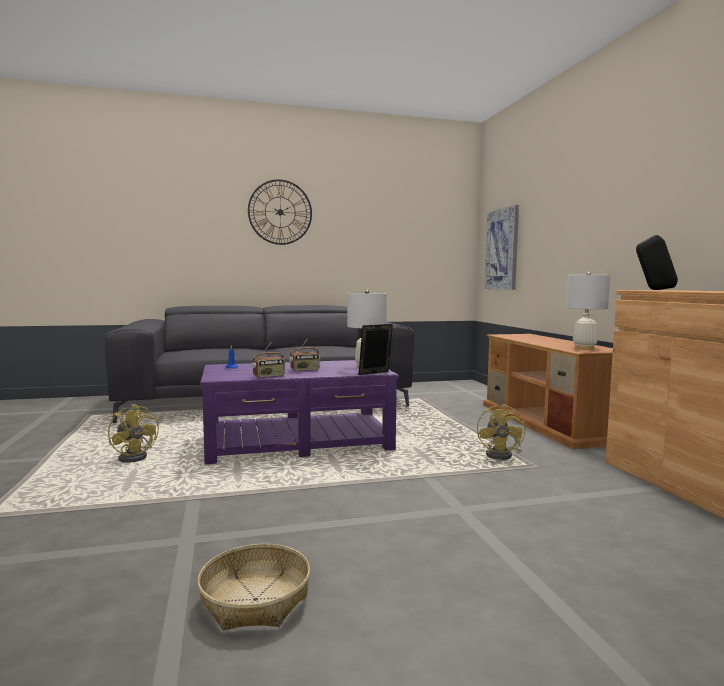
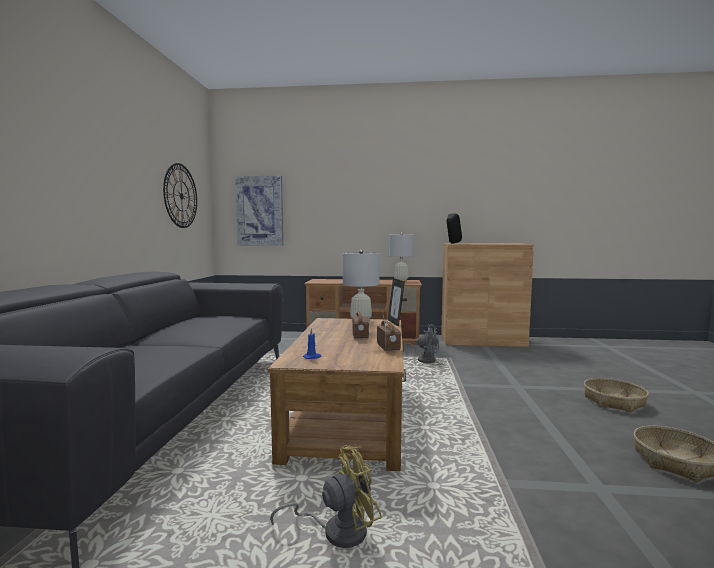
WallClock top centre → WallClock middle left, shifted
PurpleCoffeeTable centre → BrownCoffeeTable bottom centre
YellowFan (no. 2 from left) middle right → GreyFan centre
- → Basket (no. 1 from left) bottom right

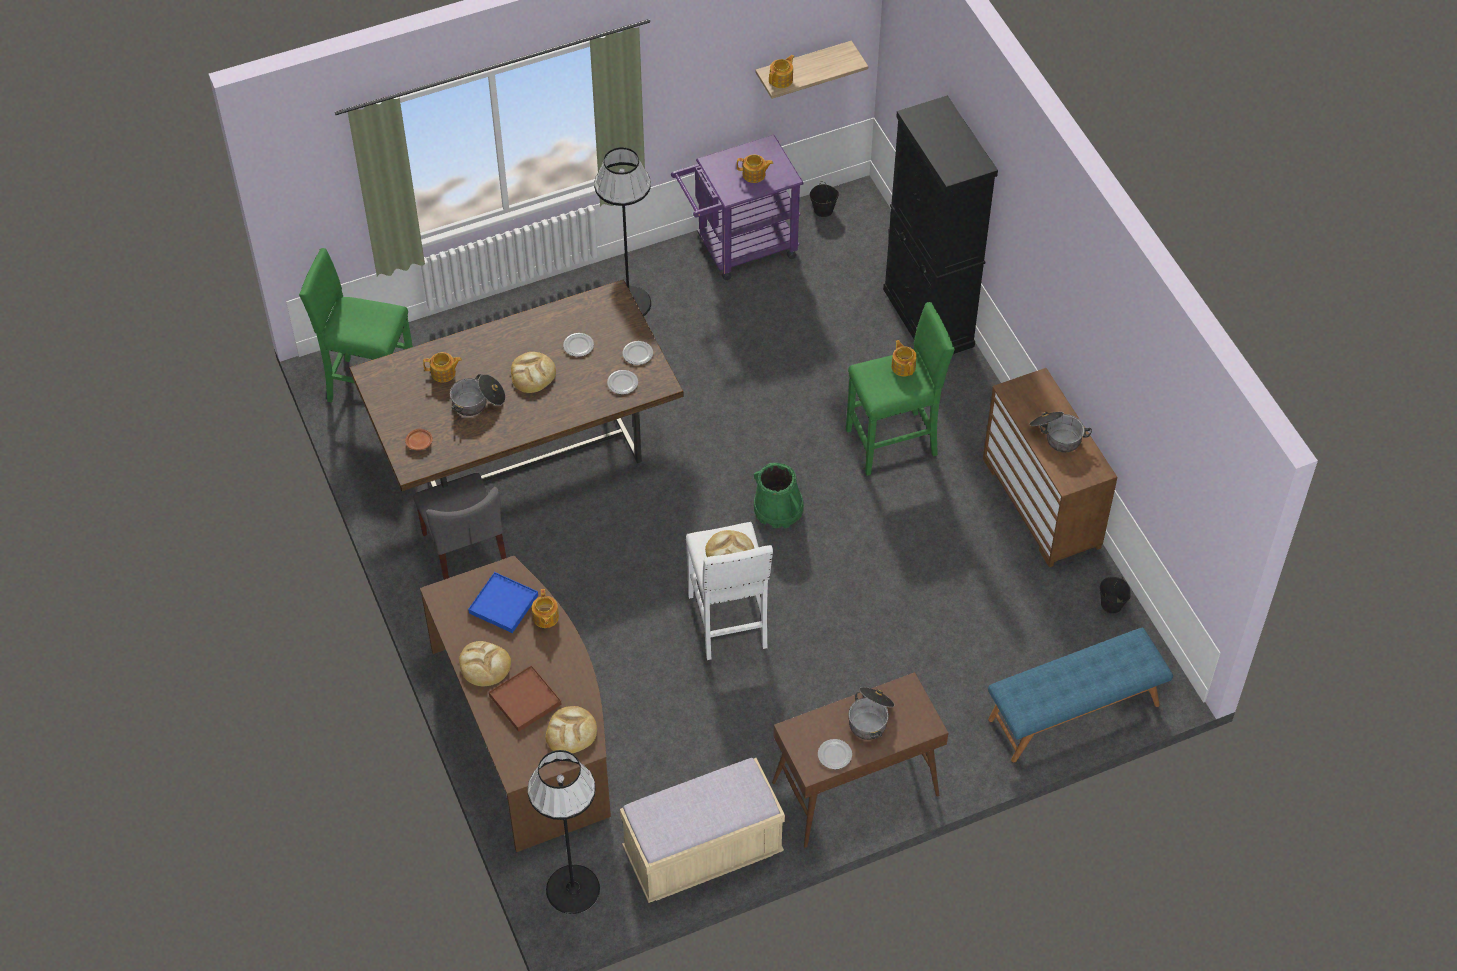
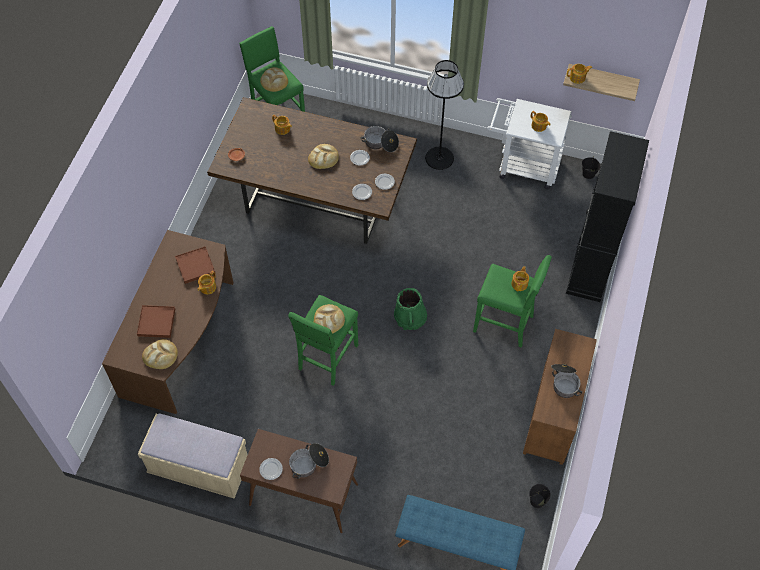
BlueTray centre → BrownTray (no. 2 from left) middle left
Bread (no. 1 from left in the first image) bottom left → Bread (no. 2 from left) top centre, shifted
WhiteStool centre → GreenStool (no. 2 from left) centre
CookingPot (no. 1 from left in the first image) middle left → CookingPot (no. 2 from left) top centre, shifted
PurpleCart top centre → WhiteCart top right
GreyChair middle left → -
BlackFloorLamp (no. 1 from left) bottom centre → -

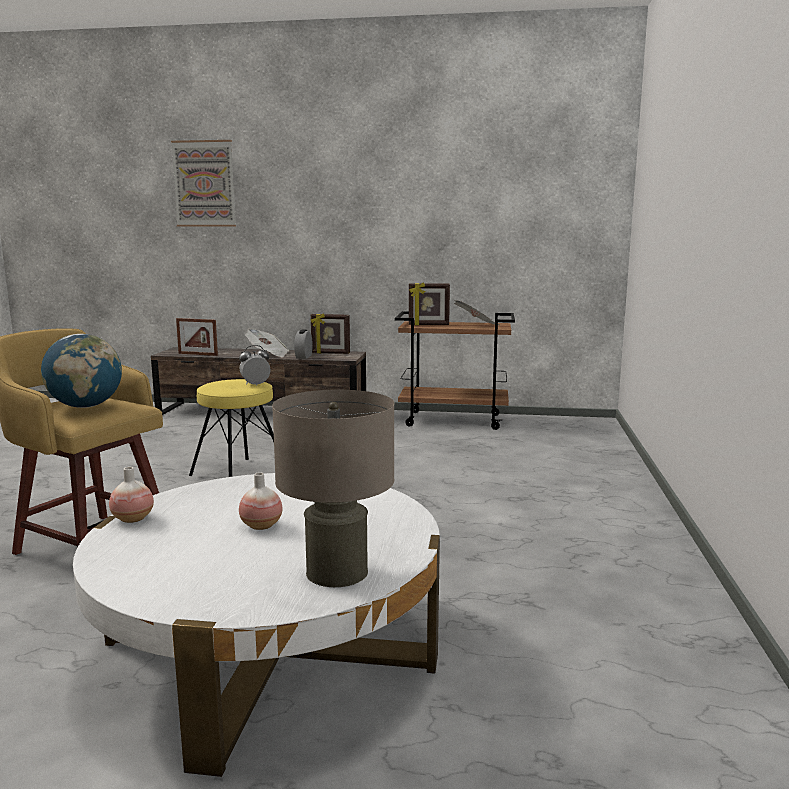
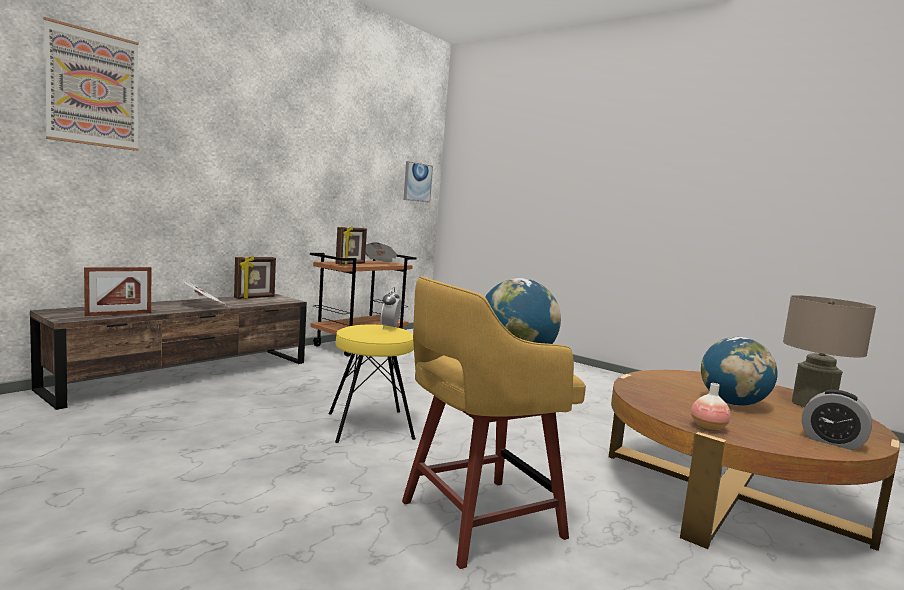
- → Picture (no. 2 from left) top centre
WhiteCoffeeTable bottom left → BrownCoffeeTable bottom right
Vase (no. 2 from left) middle left → Globe (no. 2 from left) middle right
AlarmClock (no. 2 from left) centre → AlarmClock (no. 2 from left) bottom right, shifted

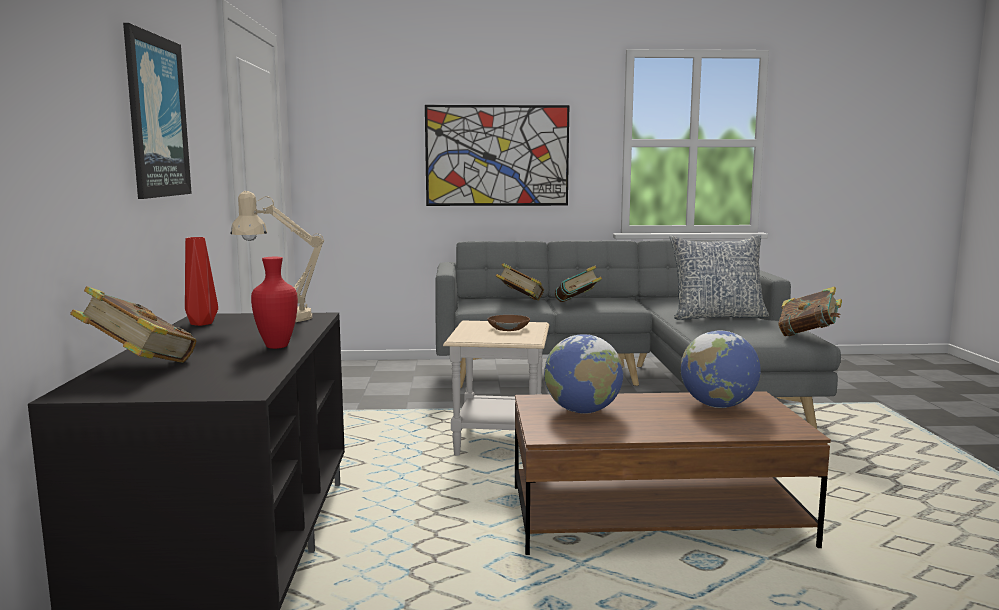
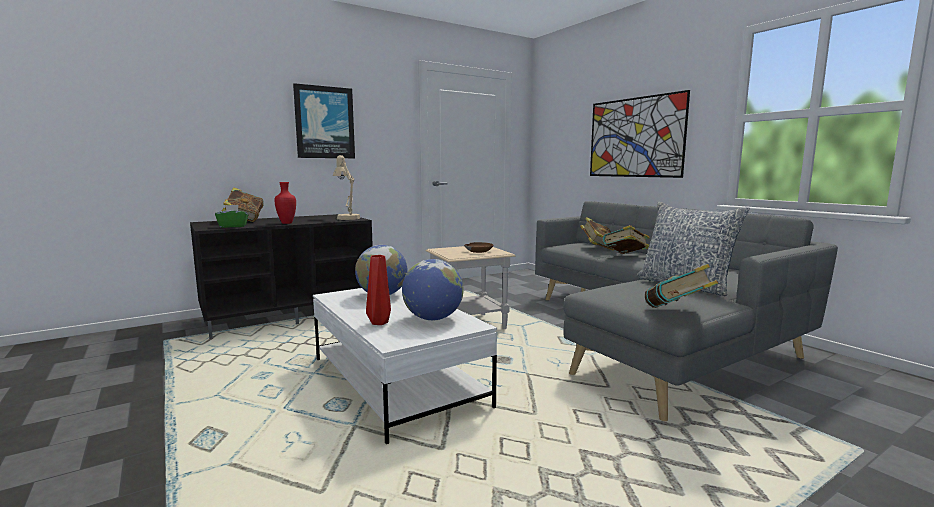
- → GreenTissueBox middle left
BrownCoffeeTable bottom right → WhiteCoffeeTable bottom centre
RedVase (no. 1 from left in the first image) middle left → RedVase (no. 2 from left) centre, shifted

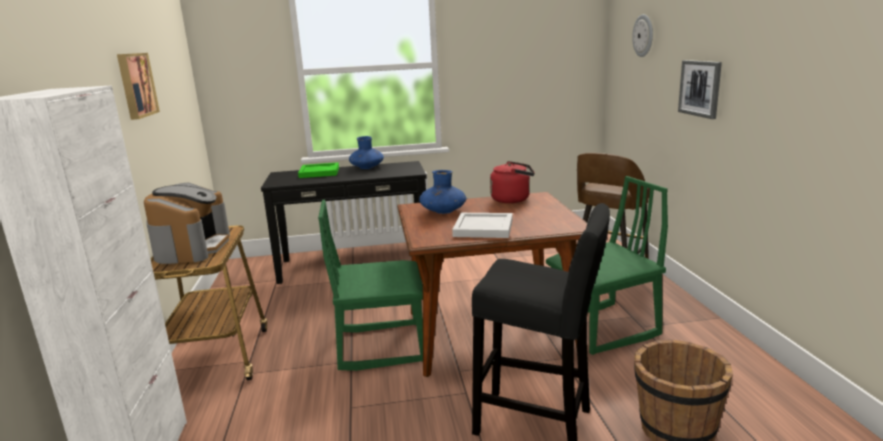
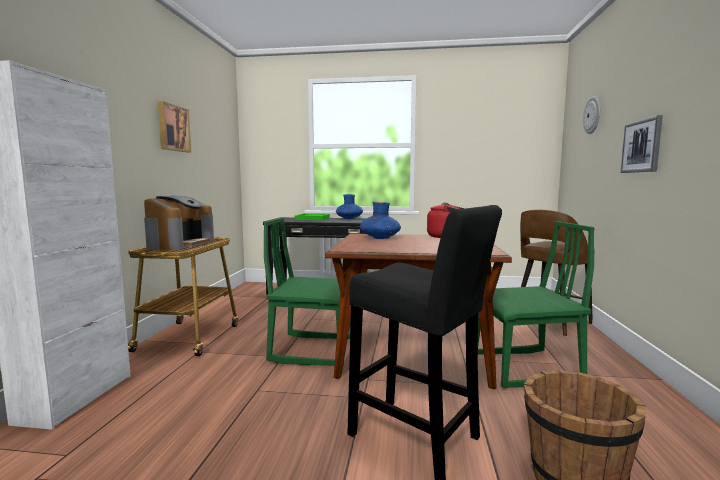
WhiteTray centre → -

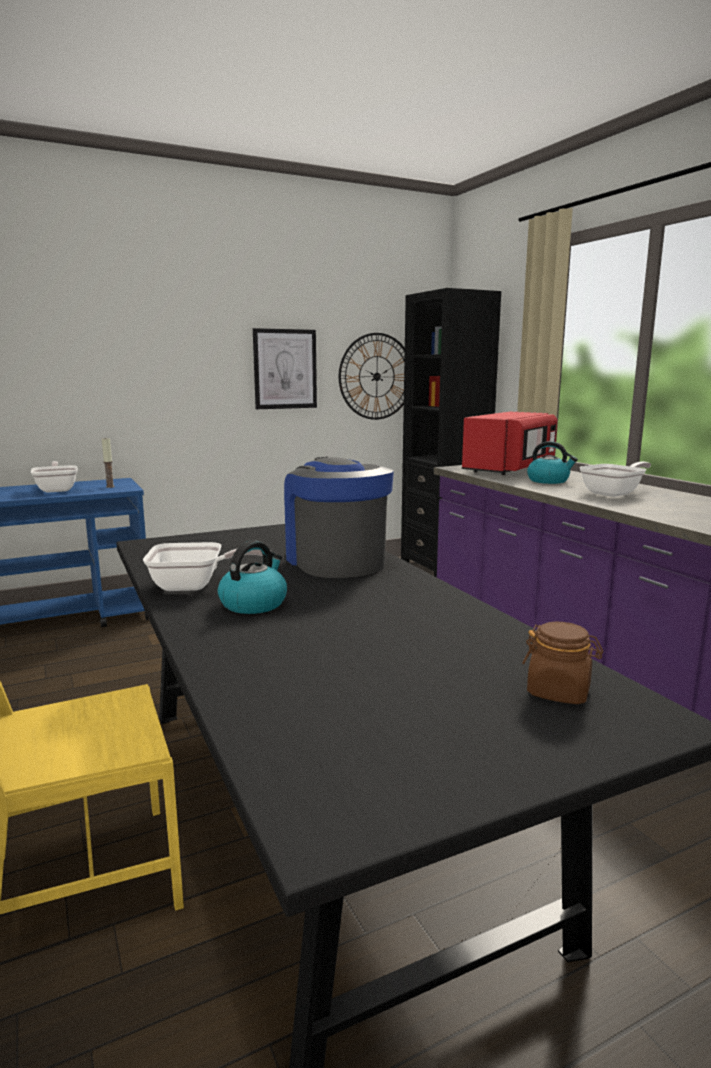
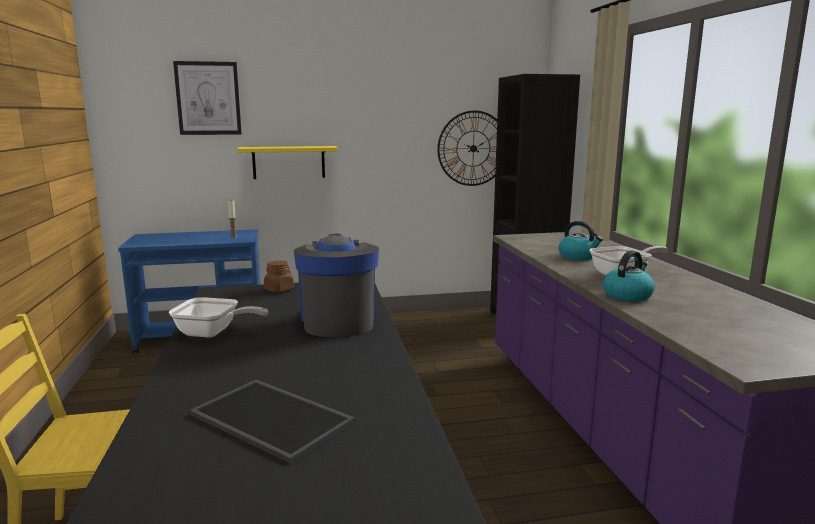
Picture centre → Picture top left, shifted
- → Tray bottom centre
- → YellowShelf top centre
BrownJar middle right → BrownJar centre, shifted
Kettle (no. 1 from left in the first image) centre → Kettle (no. 2 from left) middle right, shifted
FryingPan (no. 1 from left) middle left → -
RedMicrowave middle right → -

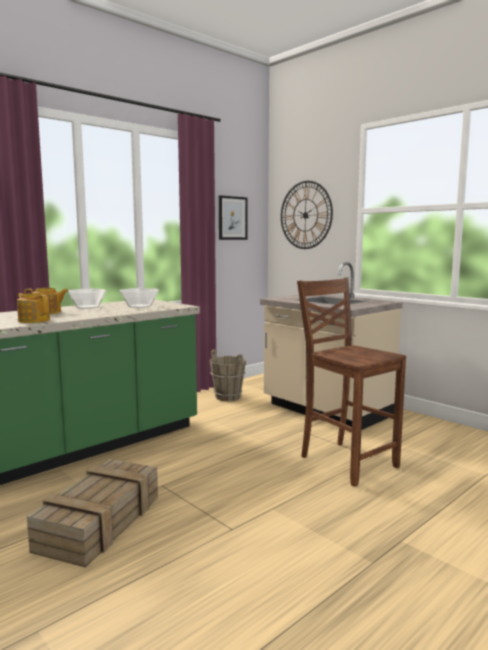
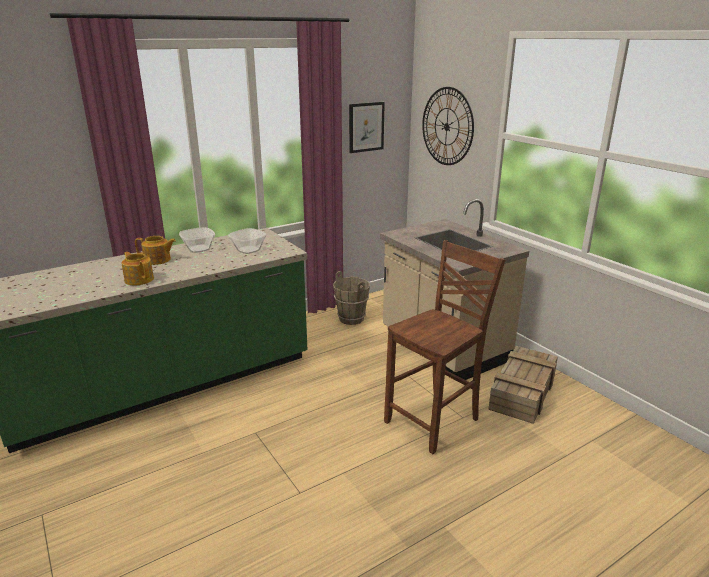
BrownChair middle right → BrownChair centre, 75 degrees clockwise
Crate bottom left → Crate bottom right, shifted

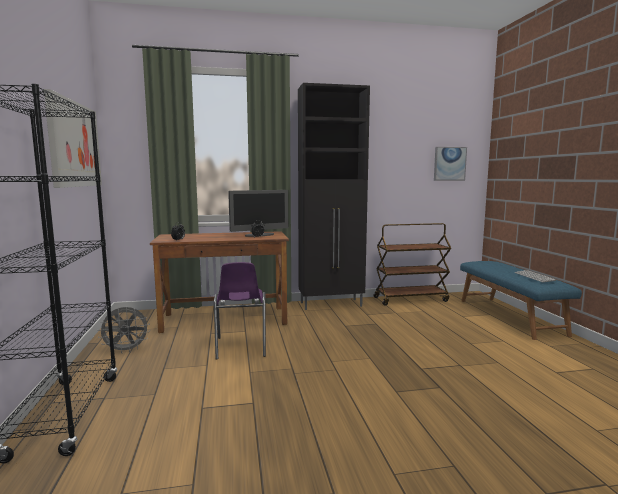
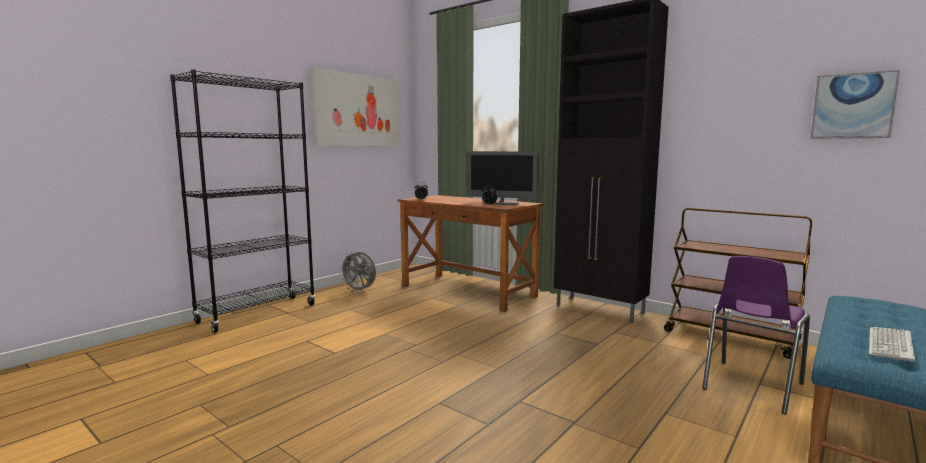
PurpleChair centre → PurpleChair bottom right, shifted

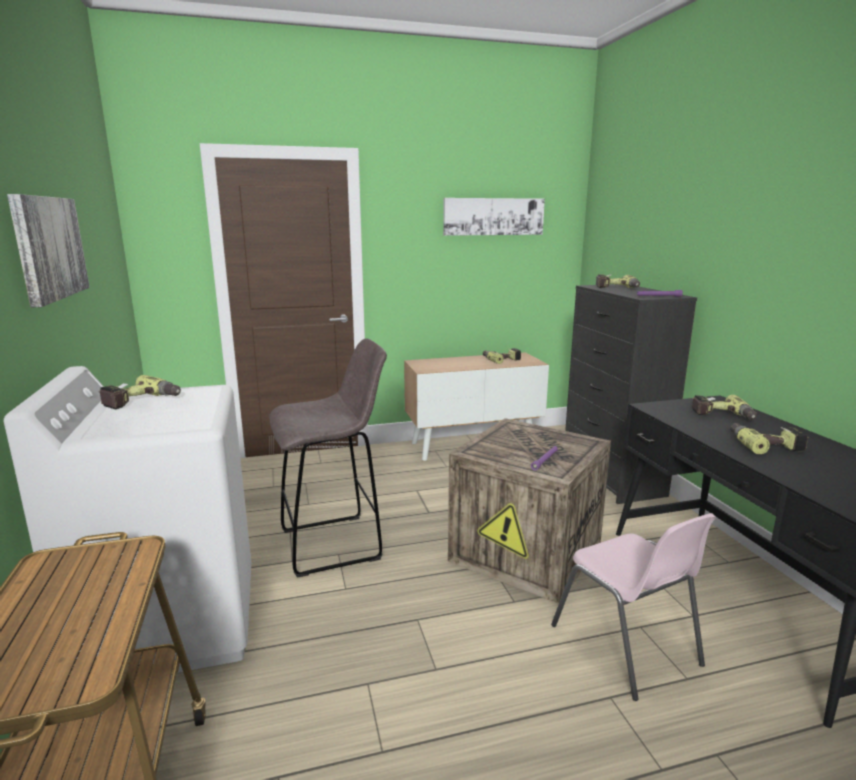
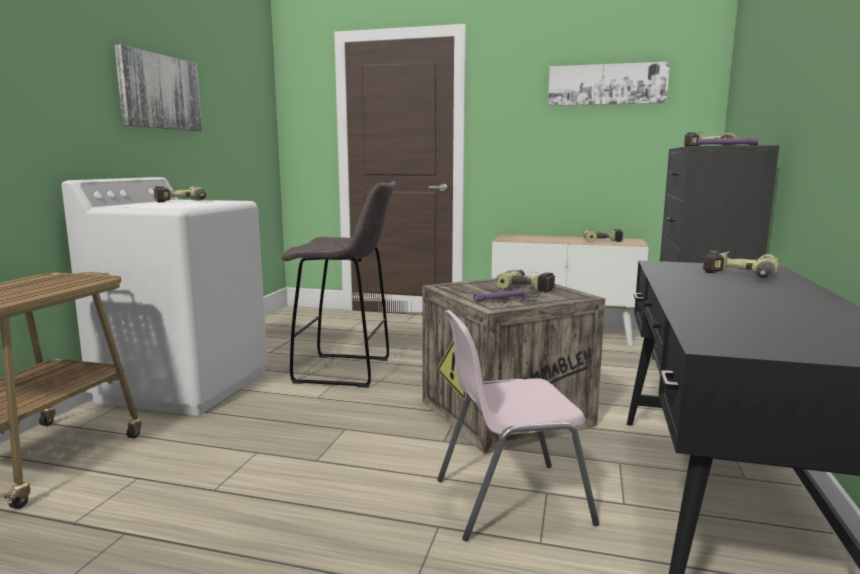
PinkChair bottom right → PinkChair bottom centre, 75 degrees clockwise
PowerDrill (no. 5 from left in the first image) middle right → PowerDrill (no. 2 from left) centre, shifted

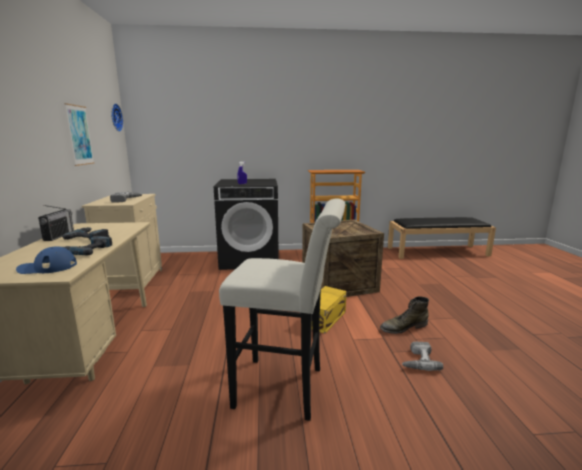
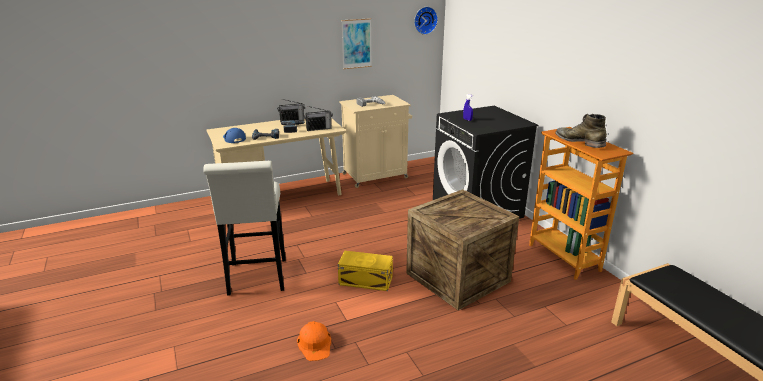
PowerDrill (no. 4 from left) bottom right → OrangeHardHat bottom centre
- → Radio (no. 2 from left) top centre
GreenBoot bottom right → GreenBoot middle right, shifted

